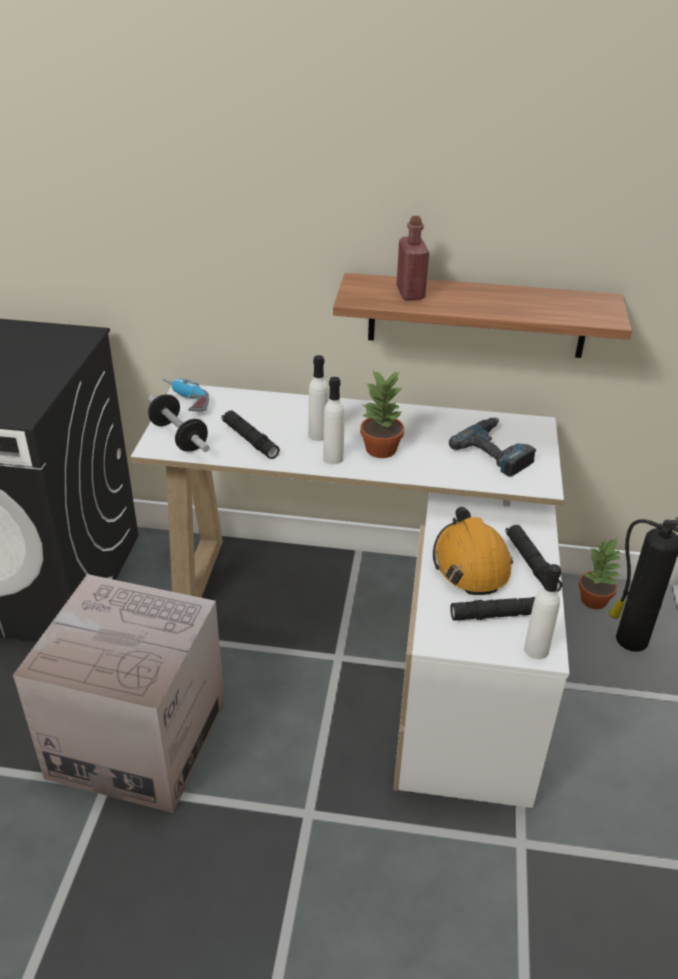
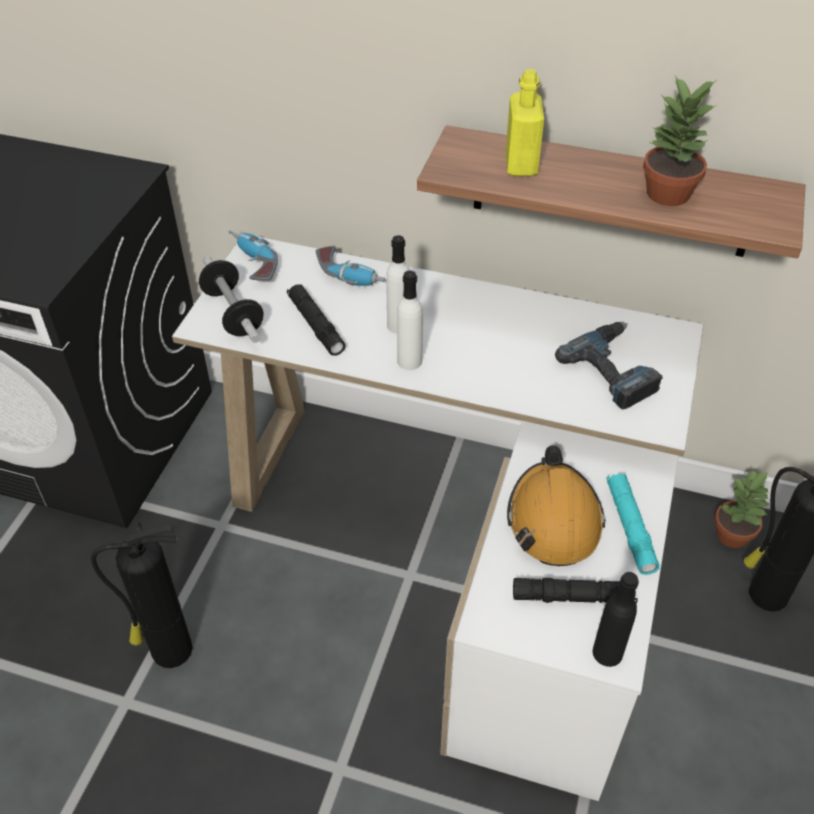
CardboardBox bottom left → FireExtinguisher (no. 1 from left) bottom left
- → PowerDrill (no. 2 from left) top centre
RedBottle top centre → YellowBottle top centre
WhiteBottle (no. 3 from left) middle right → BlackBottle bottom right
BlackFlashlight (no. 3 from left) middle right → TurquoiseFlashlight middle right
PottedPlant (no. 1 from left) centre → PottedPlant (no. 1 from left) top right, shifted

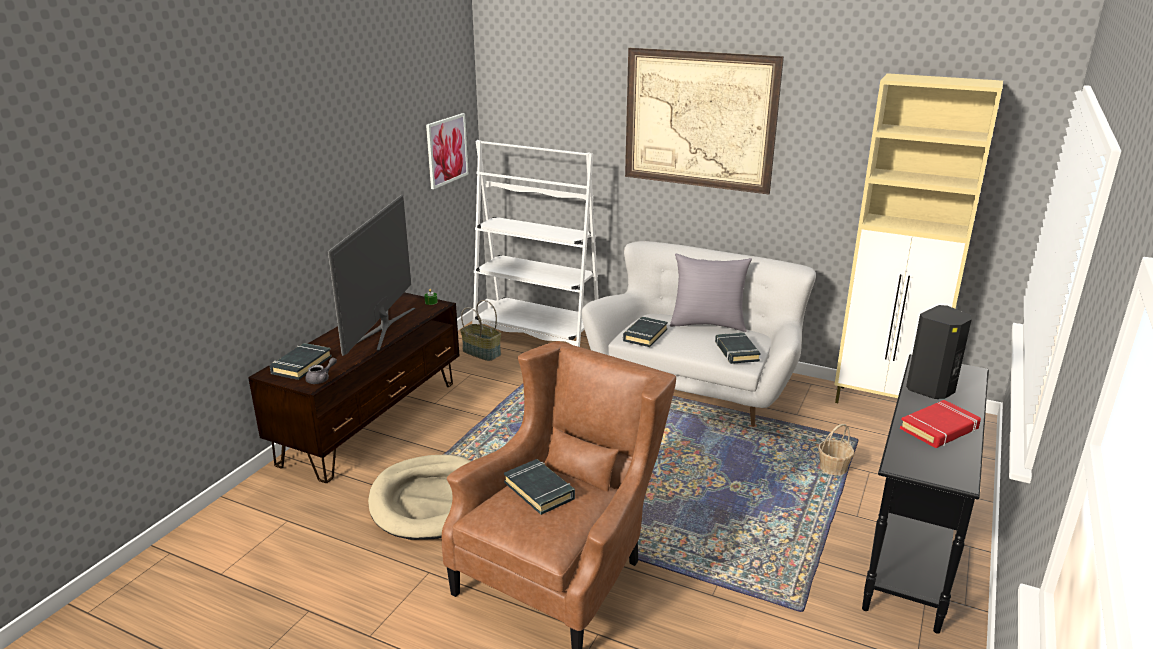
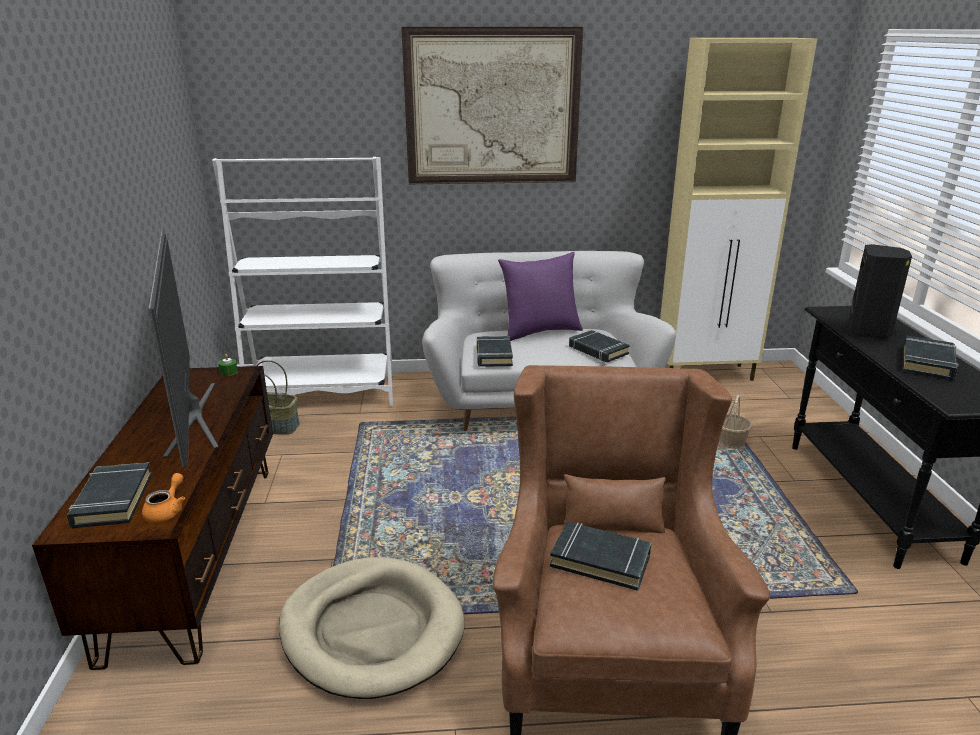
GreyTeapot middle left → OrangeTeapot bottom left
GreyPillow centre → PurplePillow centre
RedBook middle right → BlackBook (no. 5 from left) middle right
Picture (no. 1 from left) top centre → -

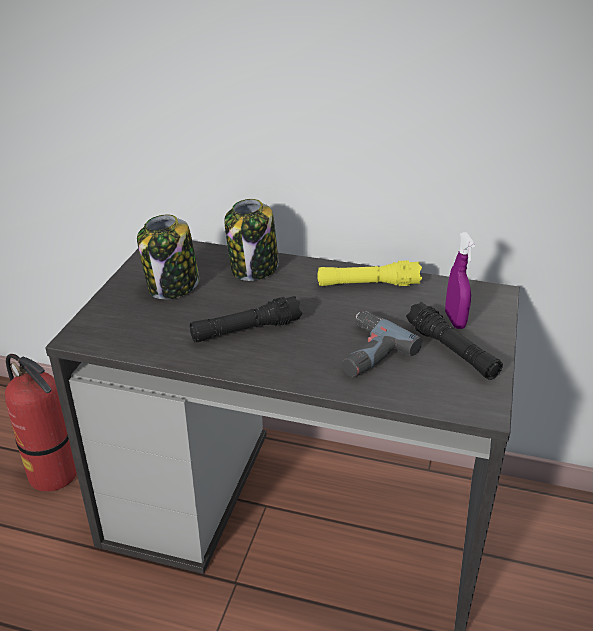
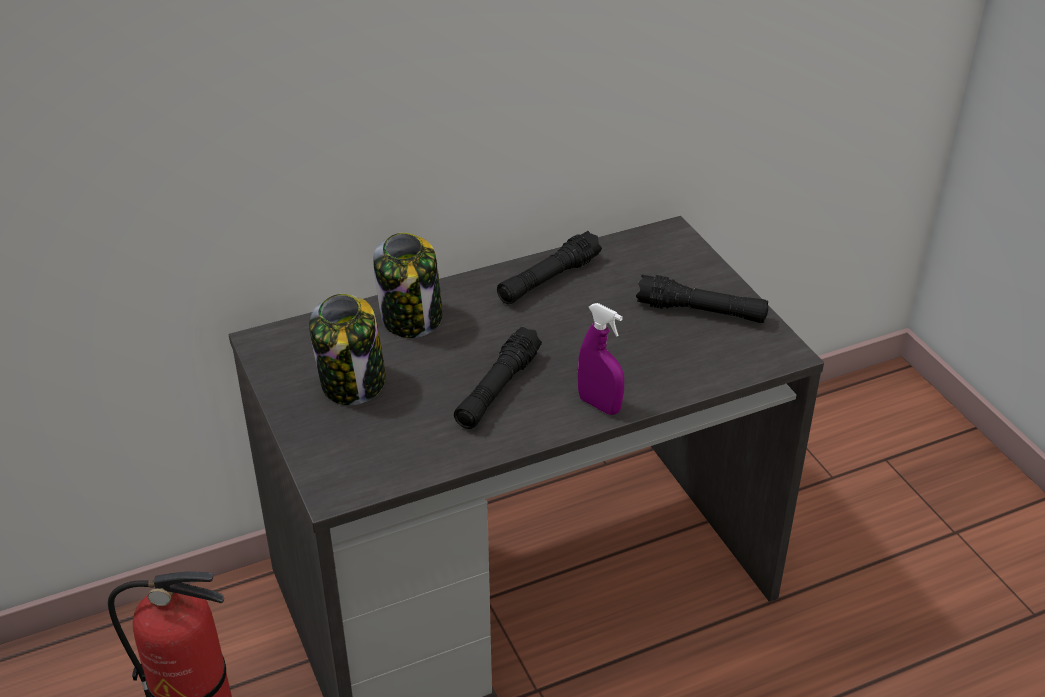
YellowFlashlight centre → BlackFlashlight (no. 2 from left) centre
PurpleSprayBottle middle right → PurpleSprayBottle centre, shifted
PowerDrill centre → -

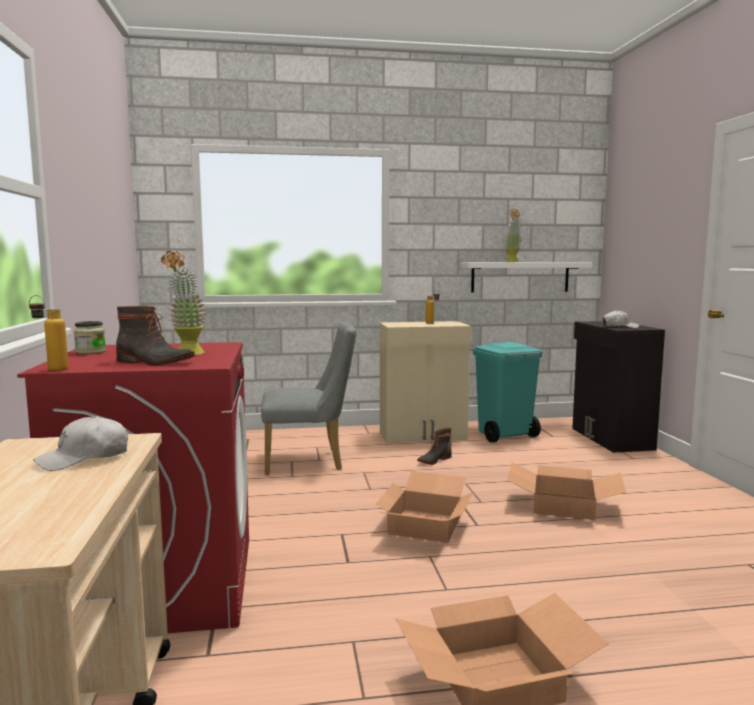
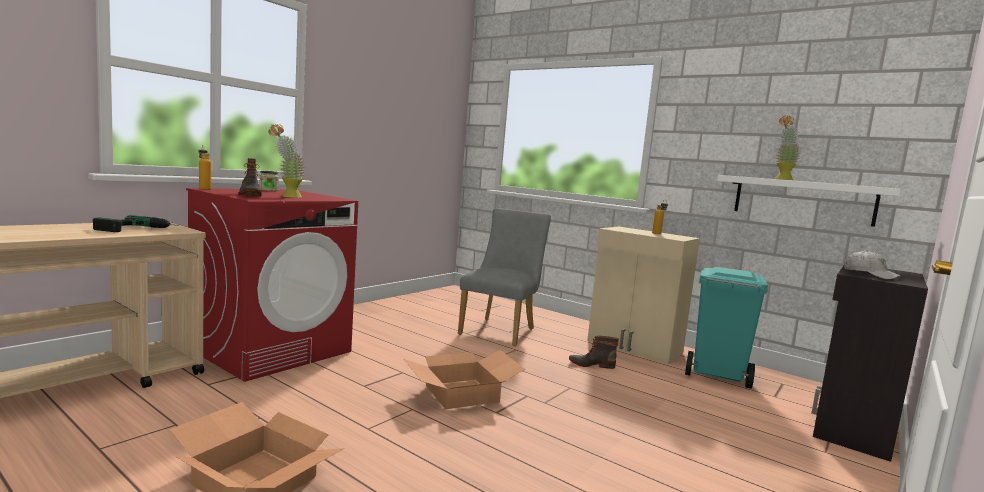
WhiteCap (no. 1 from left) middle left → PowerDrill middle left
GreyChair centre, 105 degrees counterclockwise
CardboardBox (no. 3 from left) bottom right → -

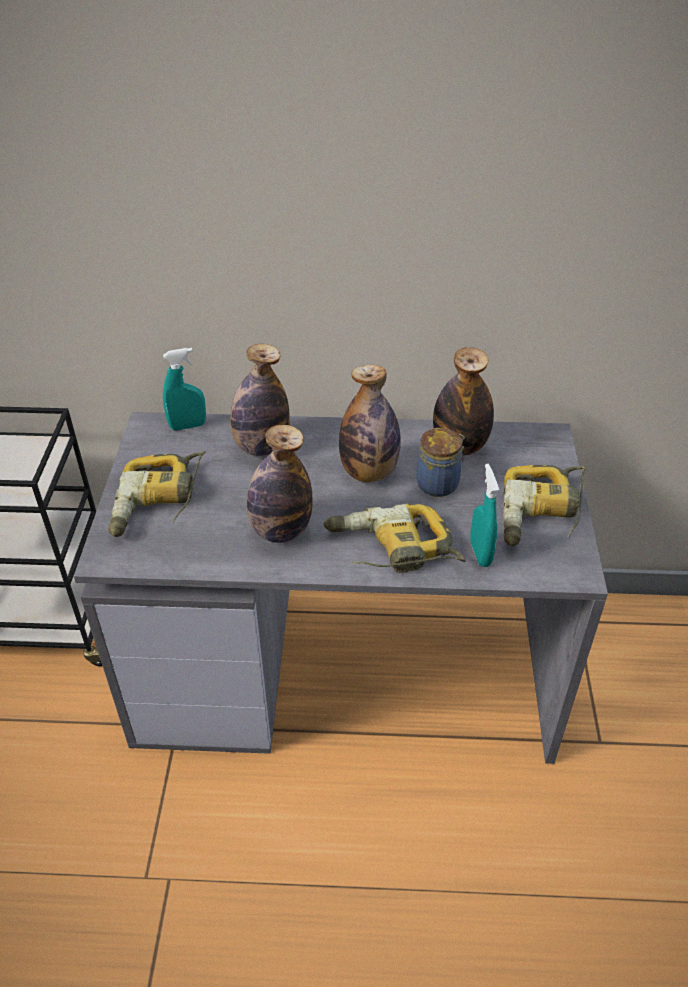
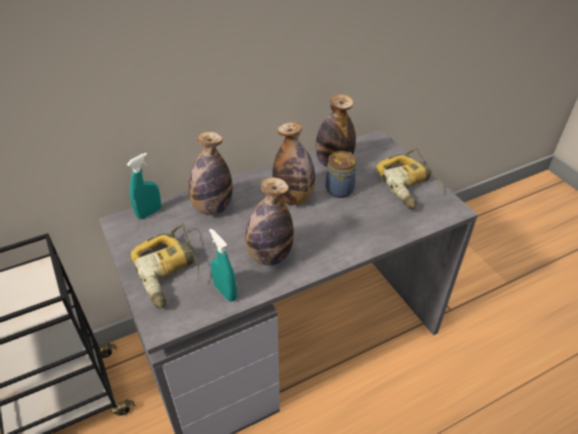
TurquoiseSprayBottle (no. 2 from left) middle right → TurquoiseSprayBottle (no. 2 from left) centre, shifted
PowerDrill (no. 2 from left) centre → -

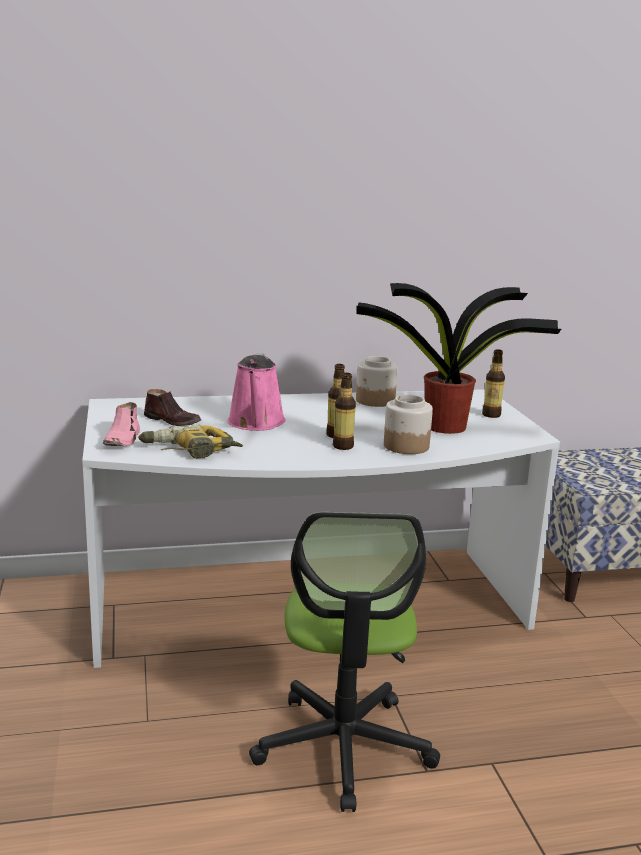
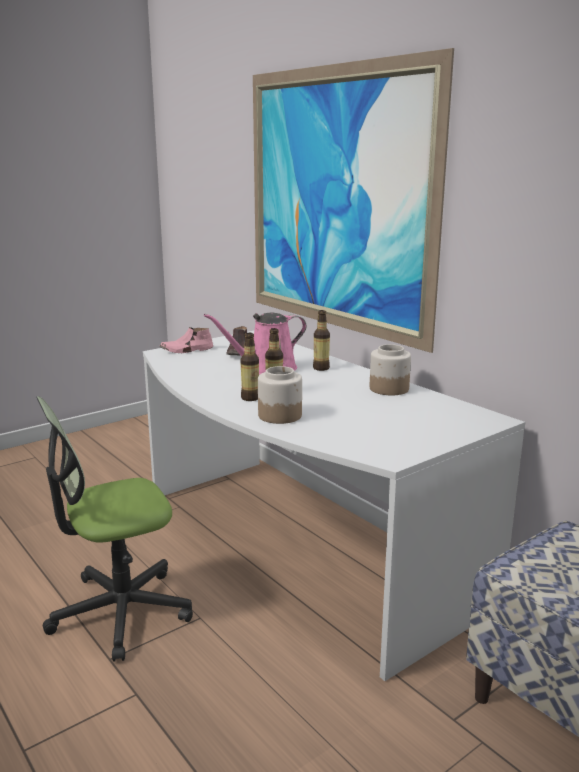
- → Picture top centre
Bottle (no. 3 from left) middle right → Bottle (no. 3 from left) centre, shifted
PowerDrill middle left → -
PottedPlant middle right → -

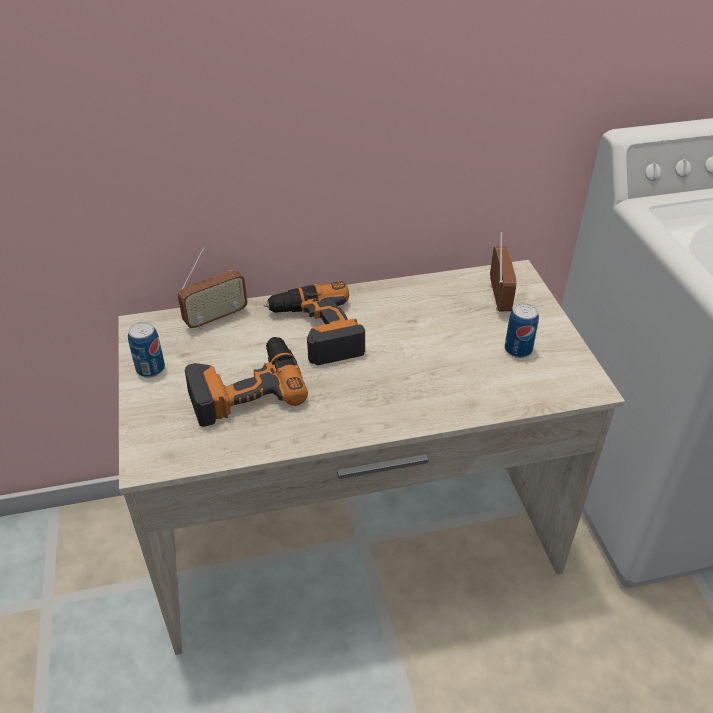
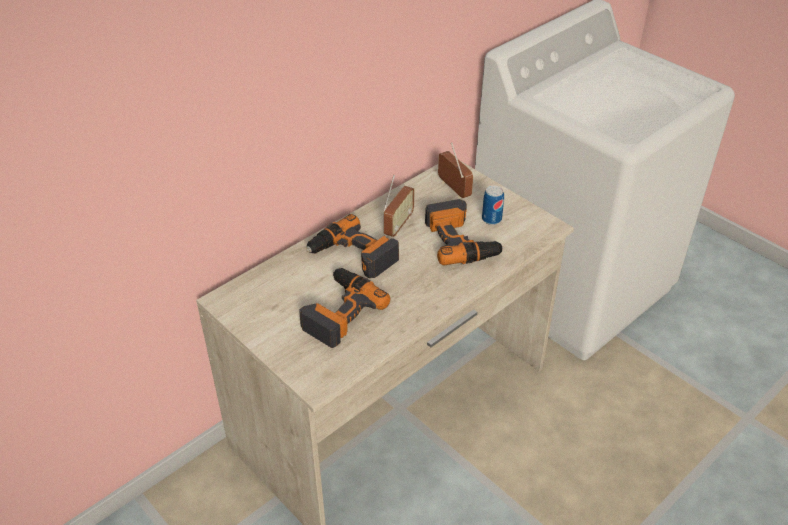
Radio (no. 1 from left) middle left → Radio (no. 1 from left) centre, shifted
- → PowerDrill (no. 3 from left) centre
Can (no. 1 from left) middle left → -

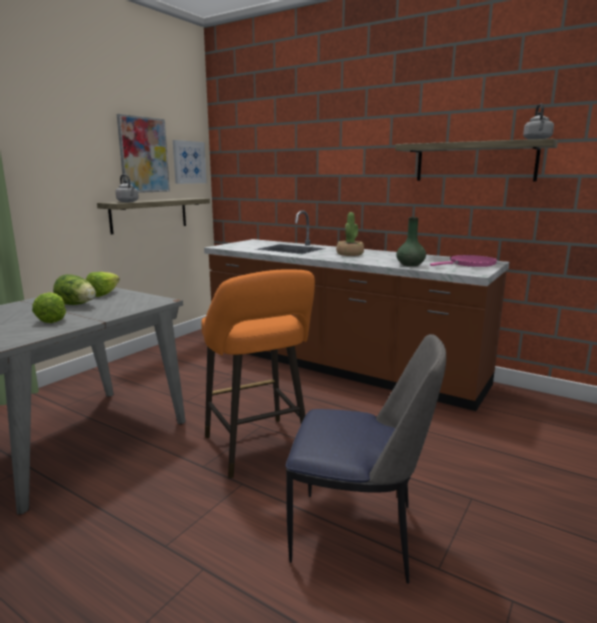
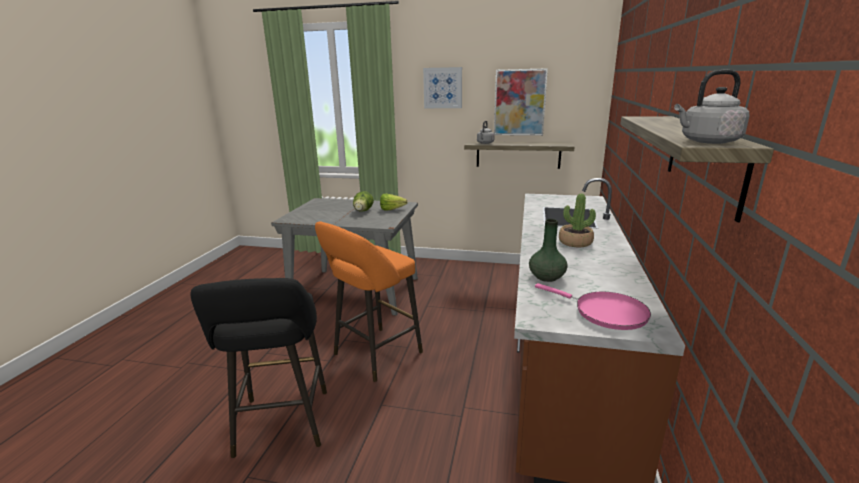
Chair bottom centre → BlackStool bottom left
Picture (no. 2 from left in the first image) top left → Picture (no. 1 from left) top centre, shifted
Lettuce (no. 1 from left) middle left → -

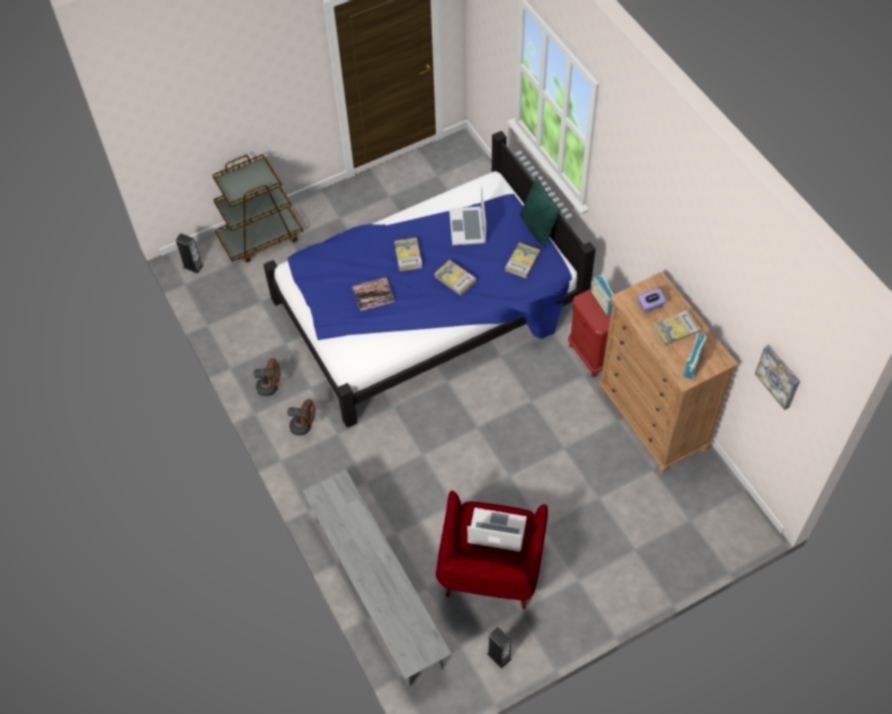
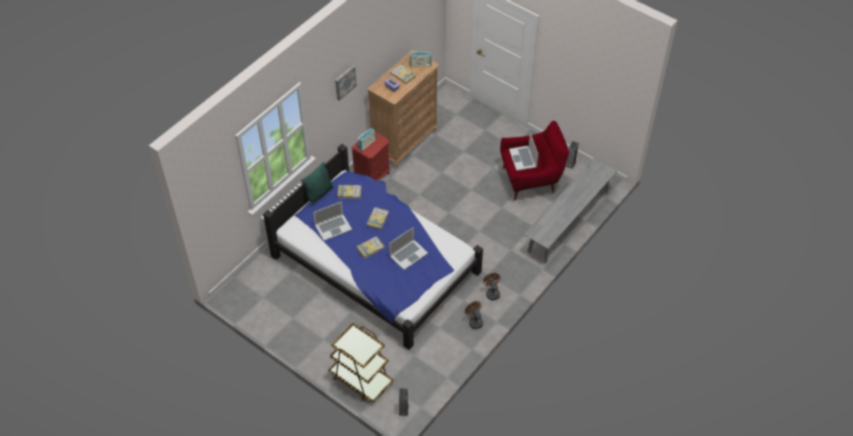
Picture middle right → Picture top centre, shifted
Book (no. 1 from left) centre → Laptop (no. 2 from left) centre

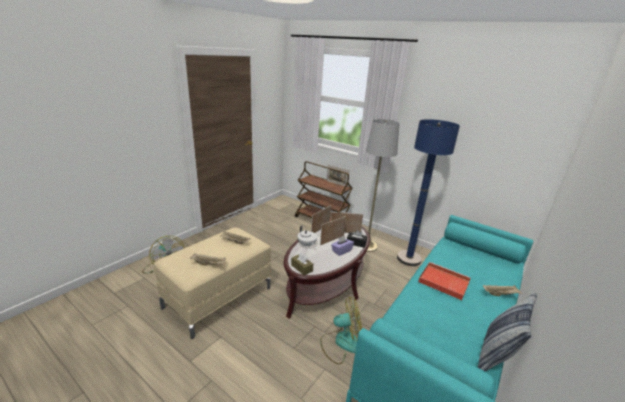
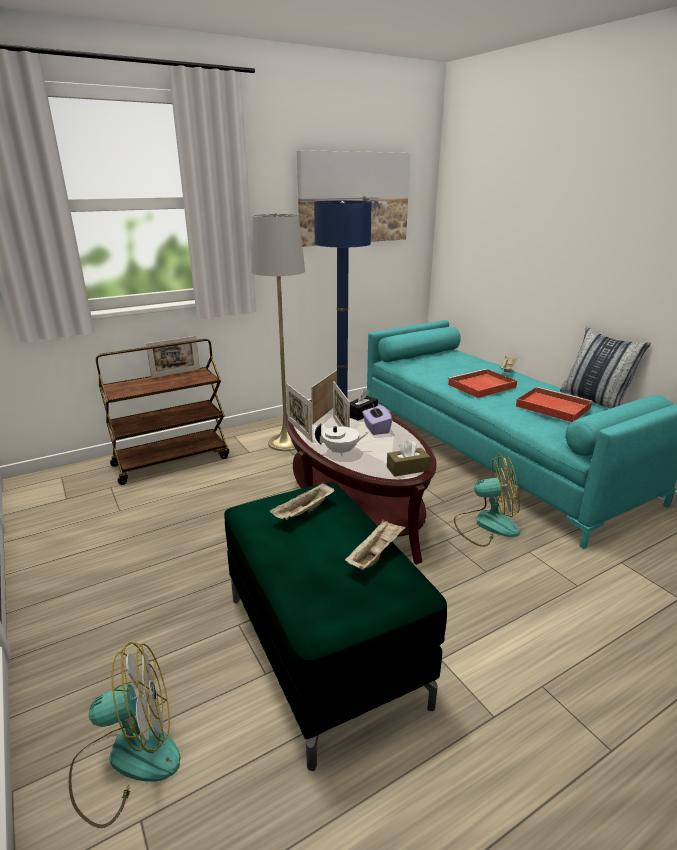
BeigeOttoman bottom centre → GreenOttoman bottom centre
- → Picture top centre
Fan (no. 2 from left) bottom centre → Fan (no. 2 from left) middle right, 75 degrees clockwise
- → RedTray (no. 2 from left) middle right

